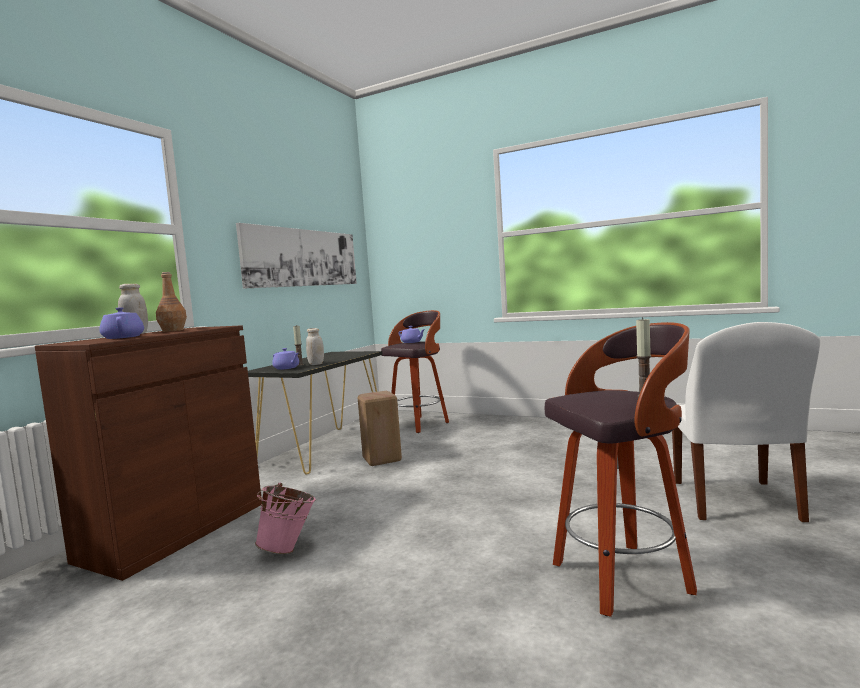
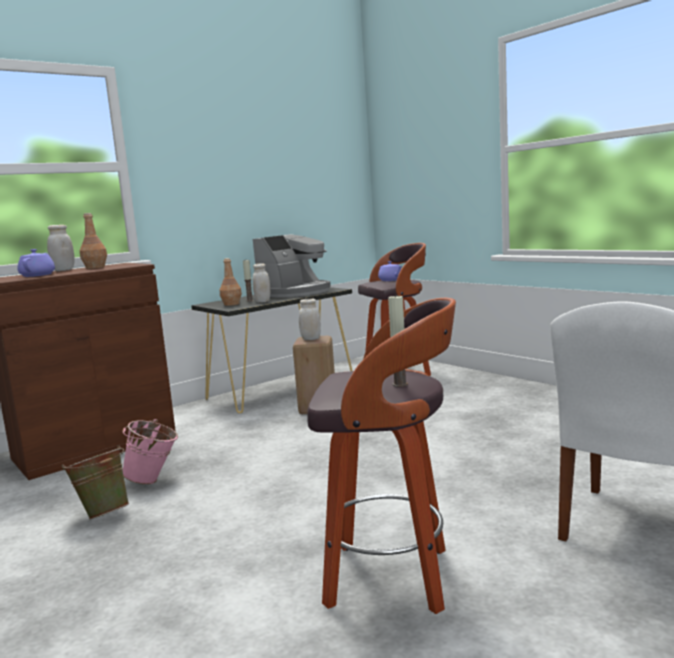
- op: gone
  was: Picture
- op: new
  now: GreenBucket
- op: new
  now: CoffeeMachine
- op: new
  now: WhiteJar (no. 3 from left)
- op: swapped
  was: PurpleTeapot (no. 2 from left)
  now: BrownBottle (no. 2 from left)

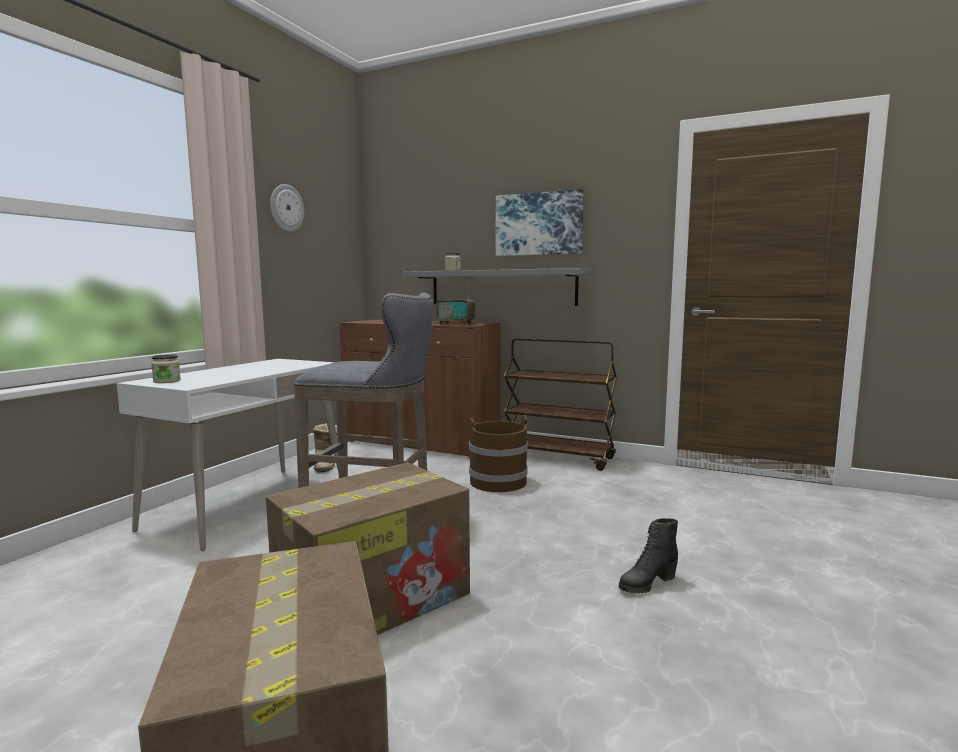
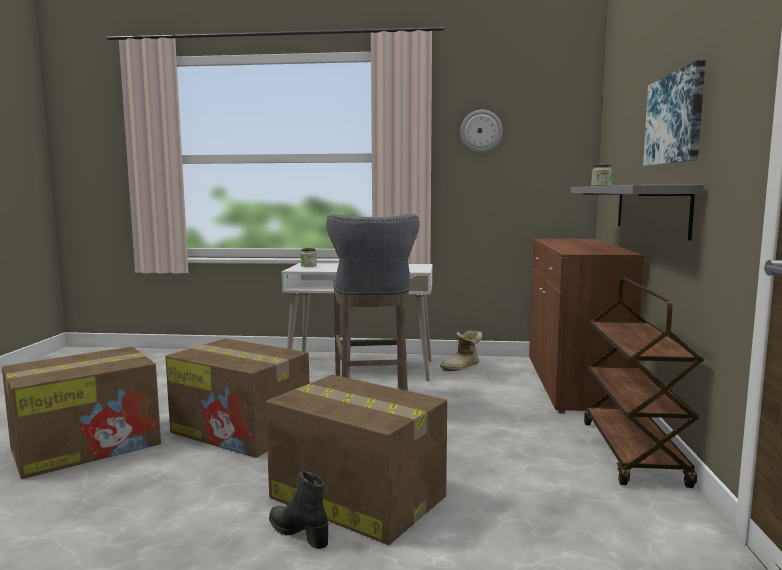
- op: gone
  was: Radio
- op: gone
  was: BrownBucket
- op: new
  now: CardboardBox (no. 3 from left)

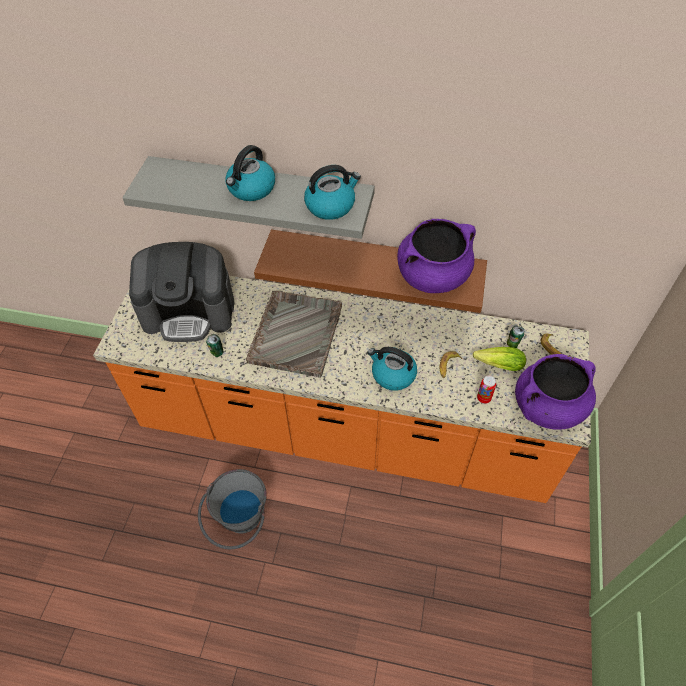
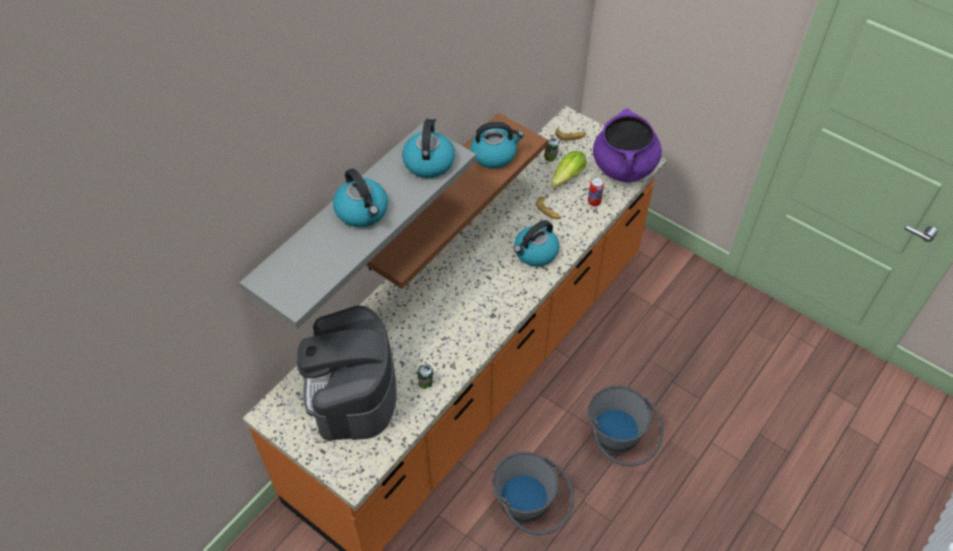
- op: gone
  was: GreyTray
- op: new
  now: GreyBucket (no. 2 from left)
- op: swapped
  was: PurpleCookingPot (no. 1 from left)
  now: Kettle (no. 3 from left)
- op: rotated
  was: CoffeeMachine
  clockwise: 150

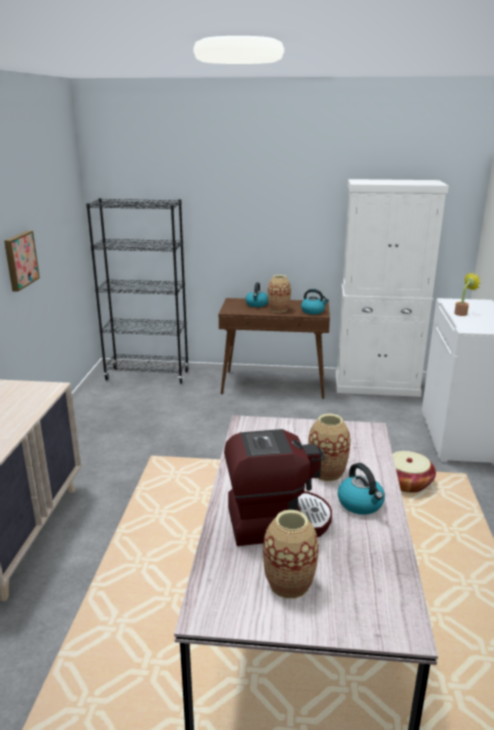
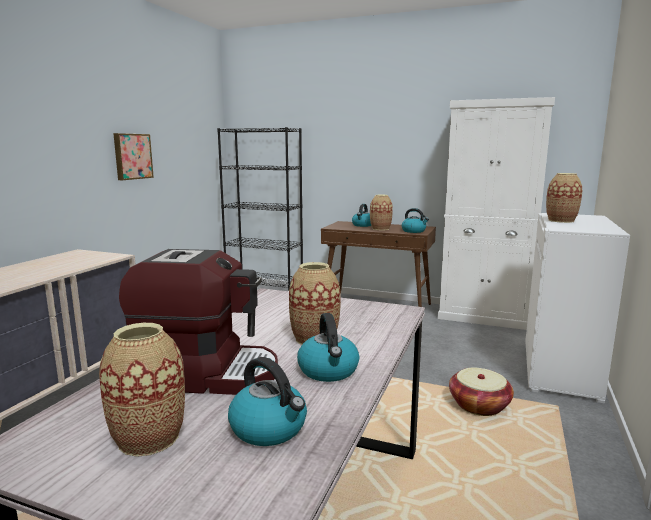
- op: new
  now: Kettle (no. 1 from left)
- op: swapped
  was: PottedPlant
  now: Vase (no. 4 from left)

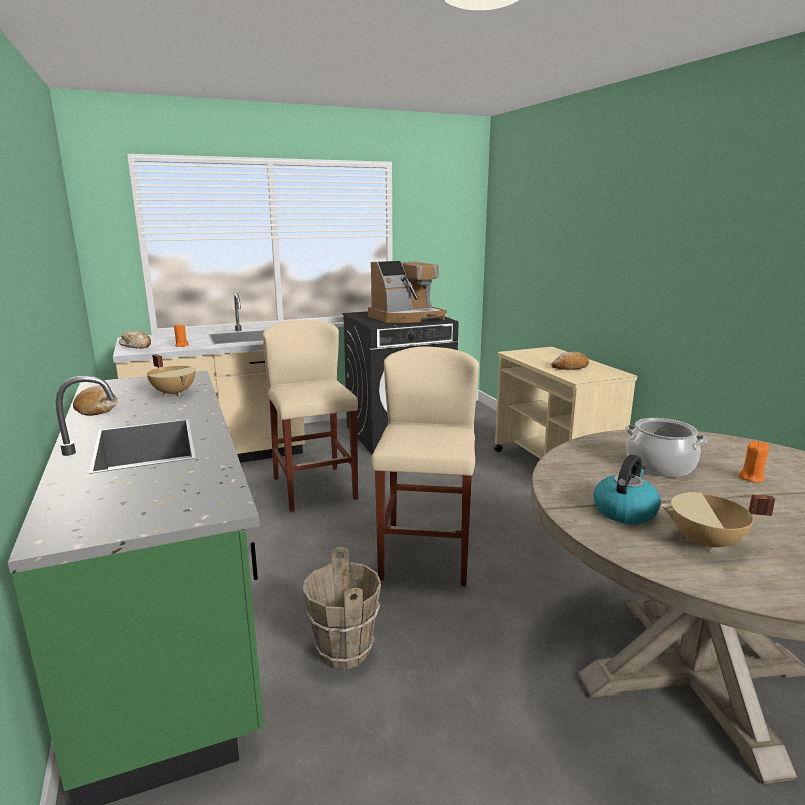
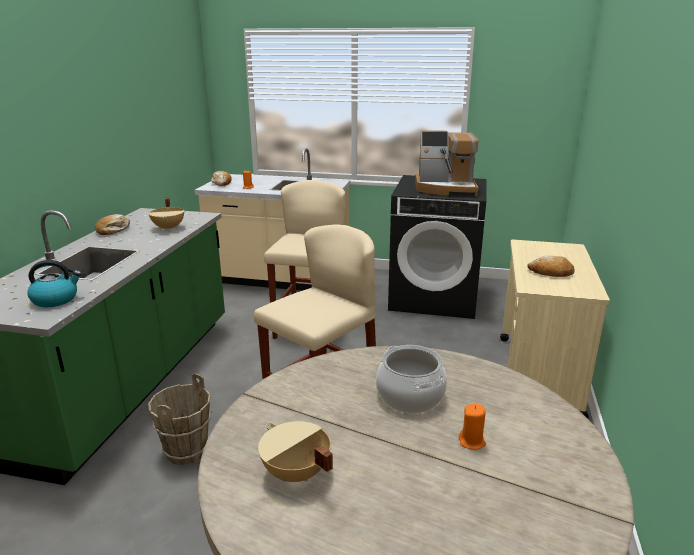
- op: shifted
  was: Kettle

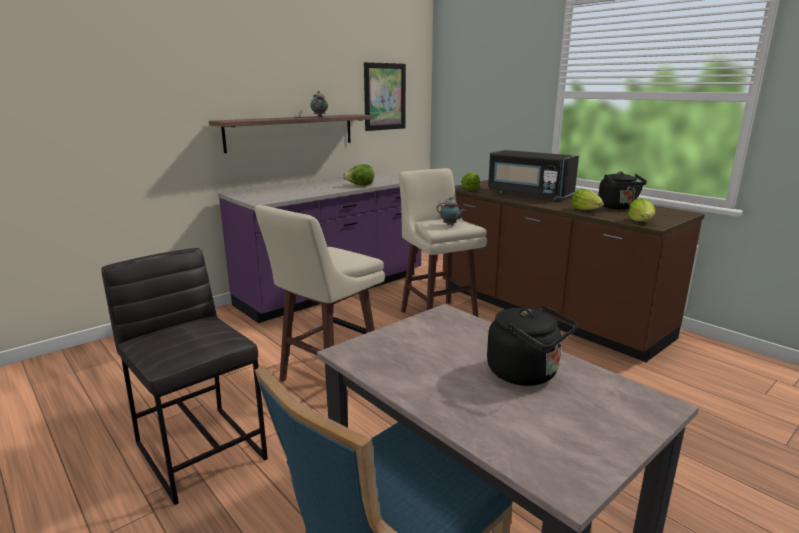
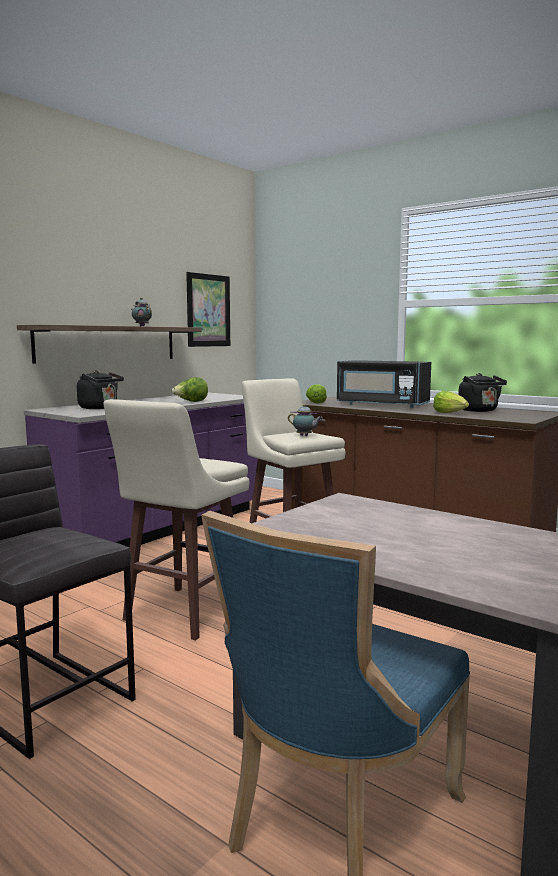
- op: gone
  was: Lettuce (no. 4 from left)
- op: shifted
  was: BlackKettle (no. 1 from left)

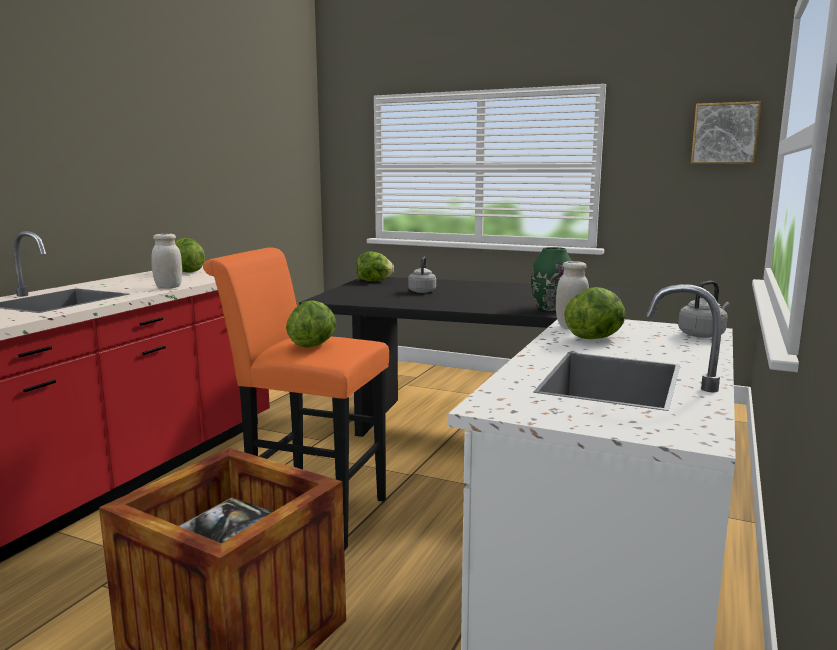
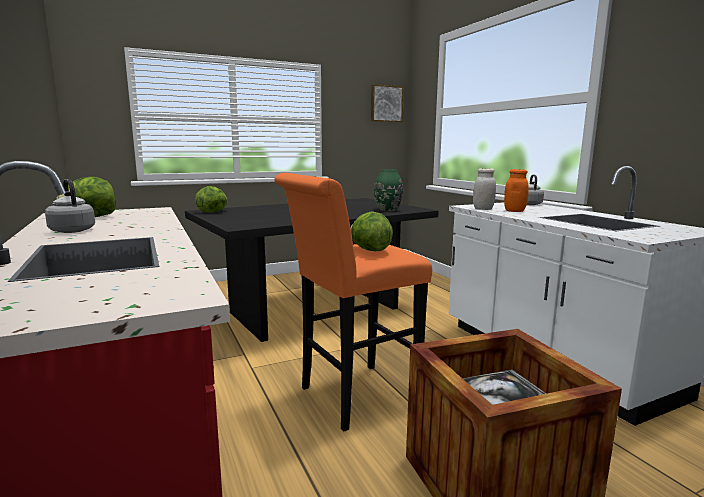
- op: gone
  was: WhiteJar (no. 1 from left)
- op: shifted
  was: GreyKettle (no. 1 from left)
- op: swapped
  was: Lettuce (no. 4 from left)
  now: OrangeJar

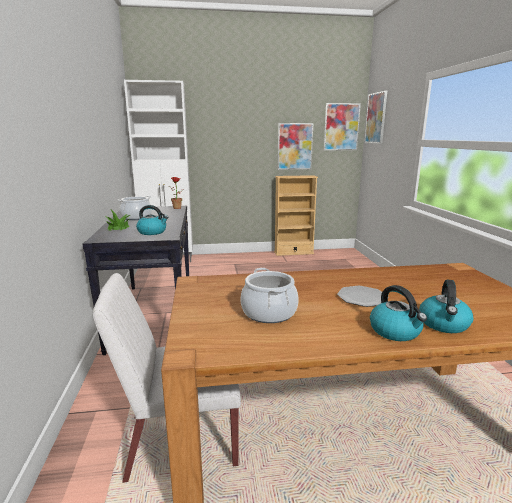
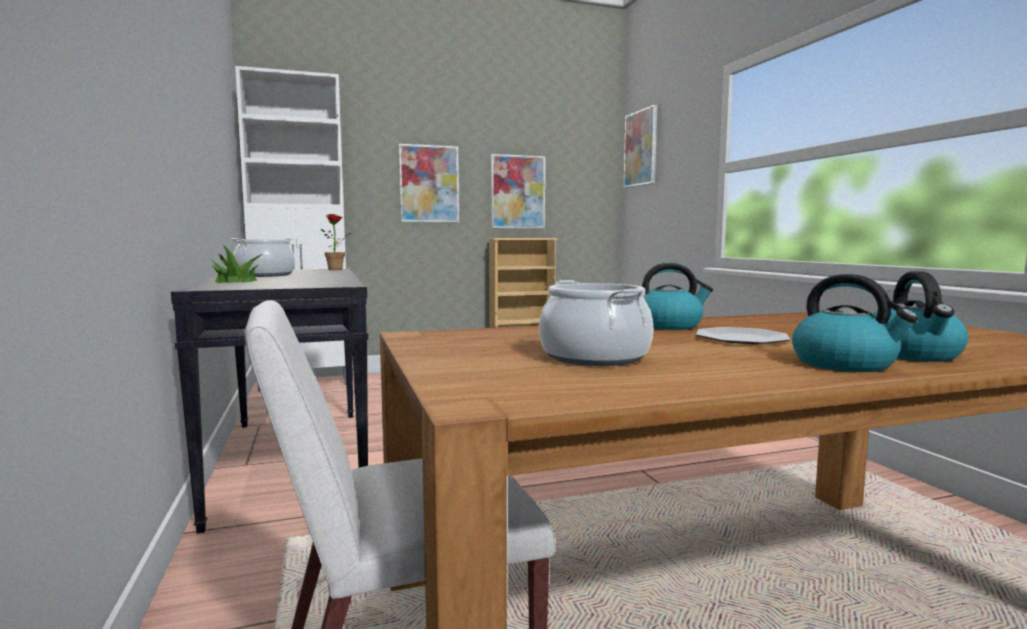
- op: shifted
  was: Kettle (no. 1 from left)
- op: shifted
  was: Picture (no. 2 from left in the first image)
  now: Picture (no. 1 from left)

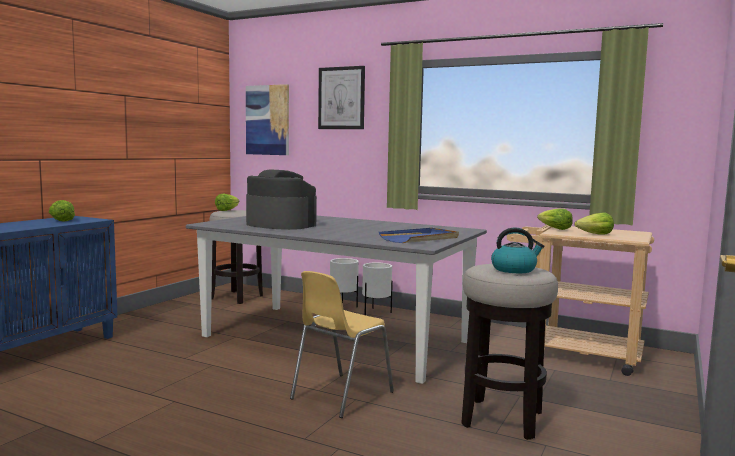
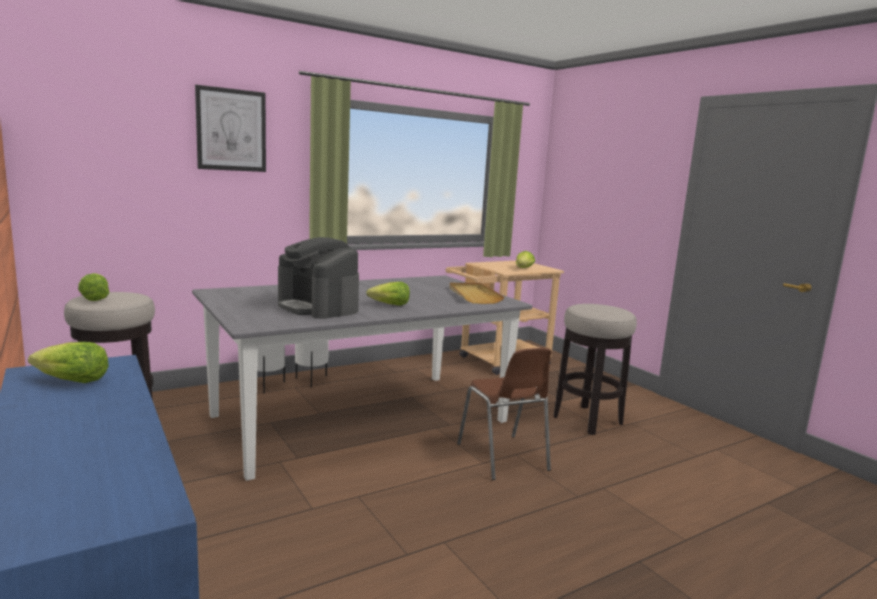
- op: gone
  was: Picture (no. 1 from left)
- op: gone
  was: Kettle
- op: shifted
  was: Lettuce (no. 3 from left)
- op: repainted
  was: YellowChair
  now: BrownChair
- op: repainted
  was: BlueTray
  now: BeigeTray
- op: rotated
  was: CoffeeMachine
  clockwise: -105

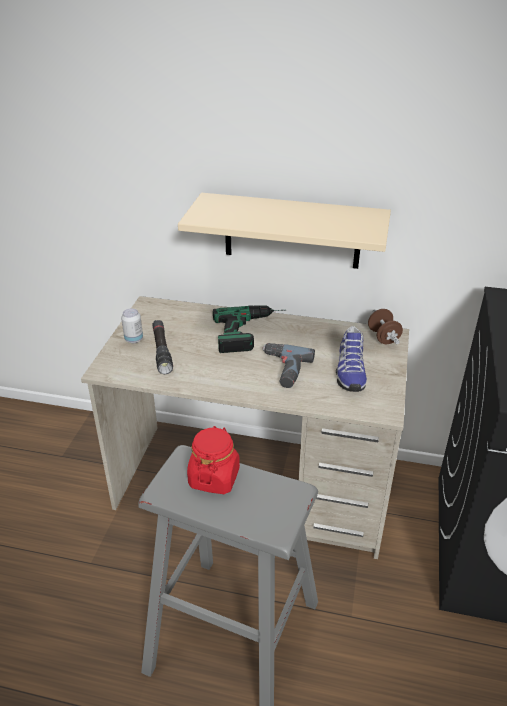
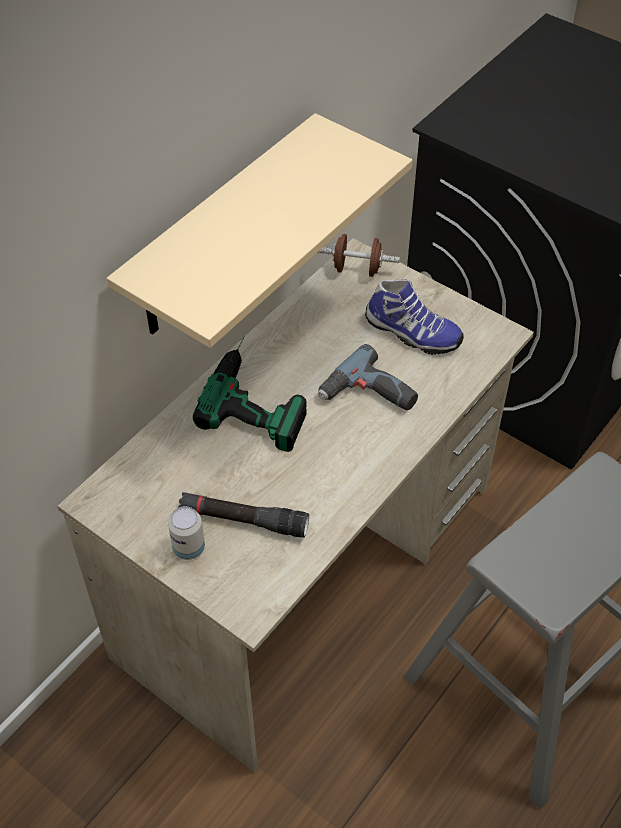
- op: gone
  was: RedJar

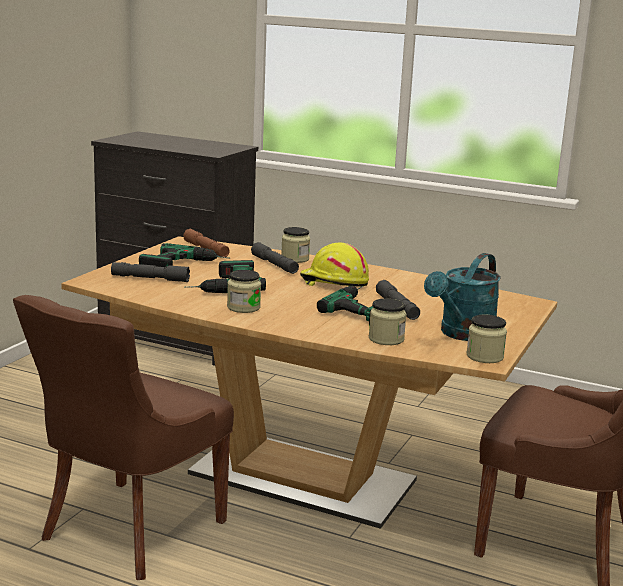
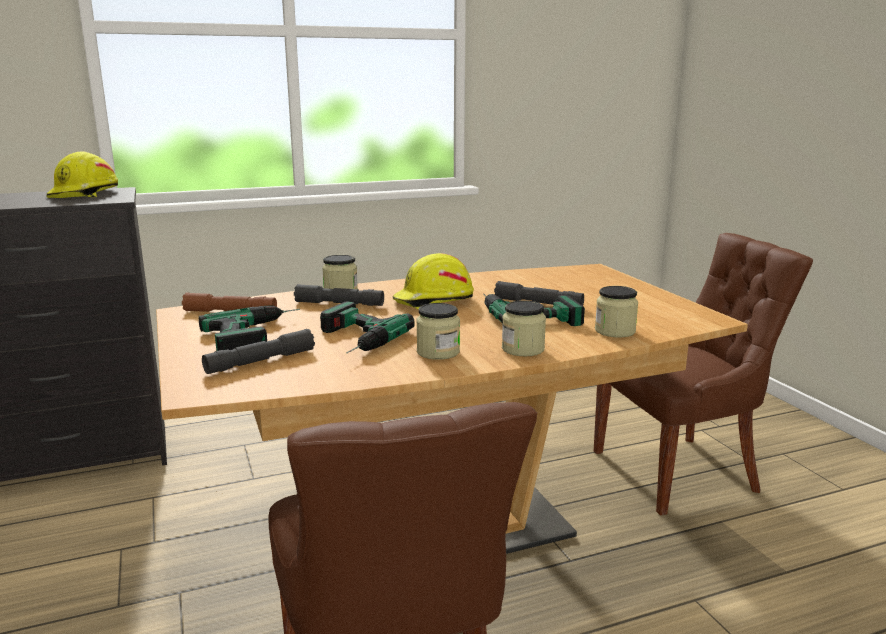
- op: gone
  was: TurquoiseWateringCan
- op: new
  now: YellowHardHat (no. 1 from left)
- op: shifted
  was: Jar (no. 4 from left in the first image)
  now: Jar (no. 3 from left)

